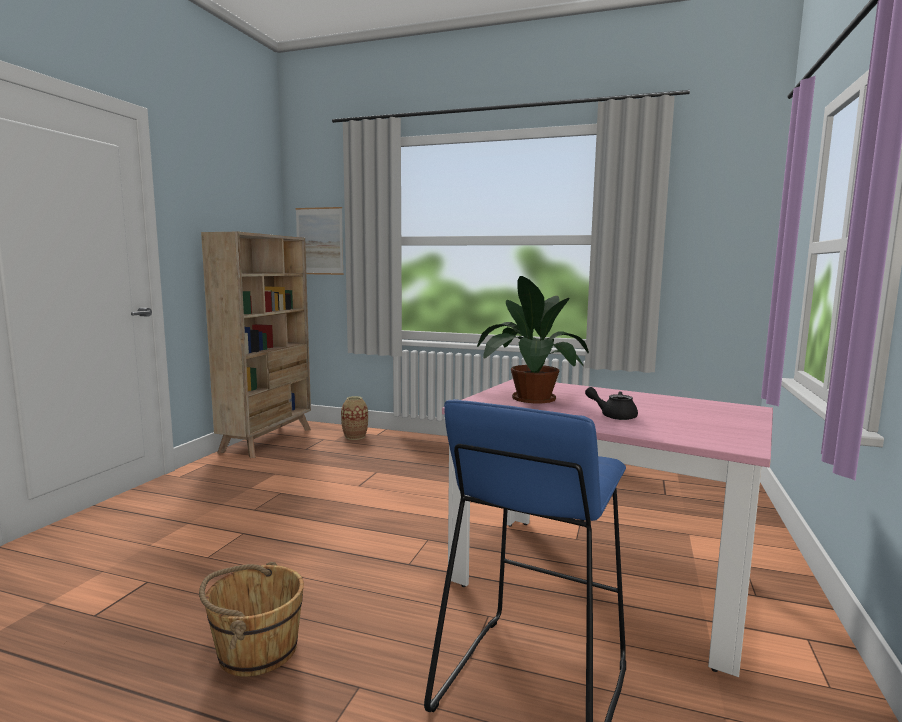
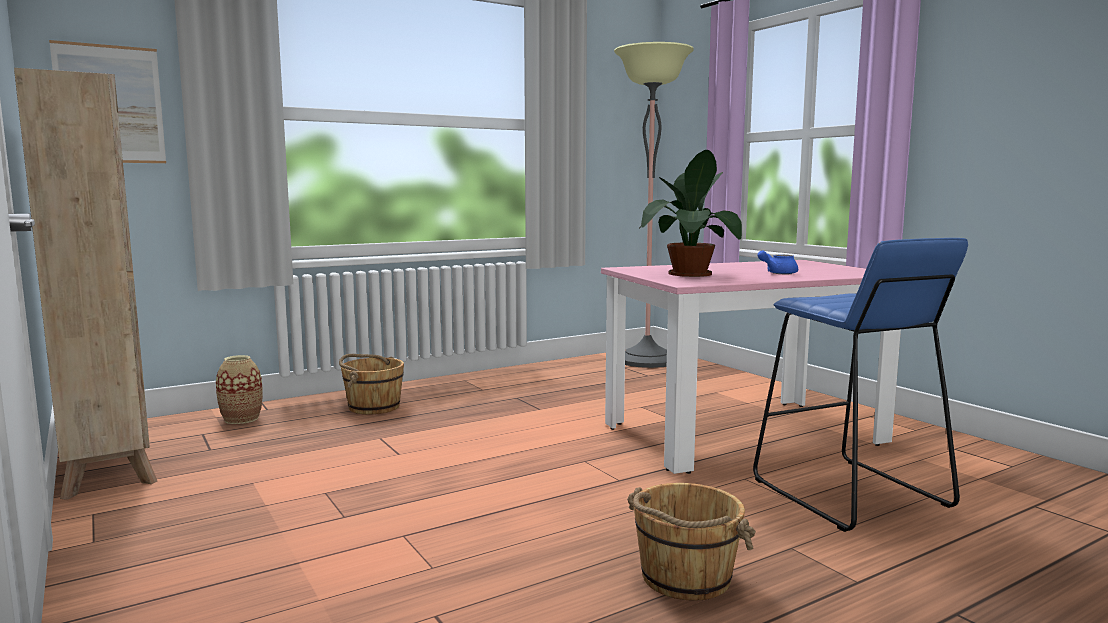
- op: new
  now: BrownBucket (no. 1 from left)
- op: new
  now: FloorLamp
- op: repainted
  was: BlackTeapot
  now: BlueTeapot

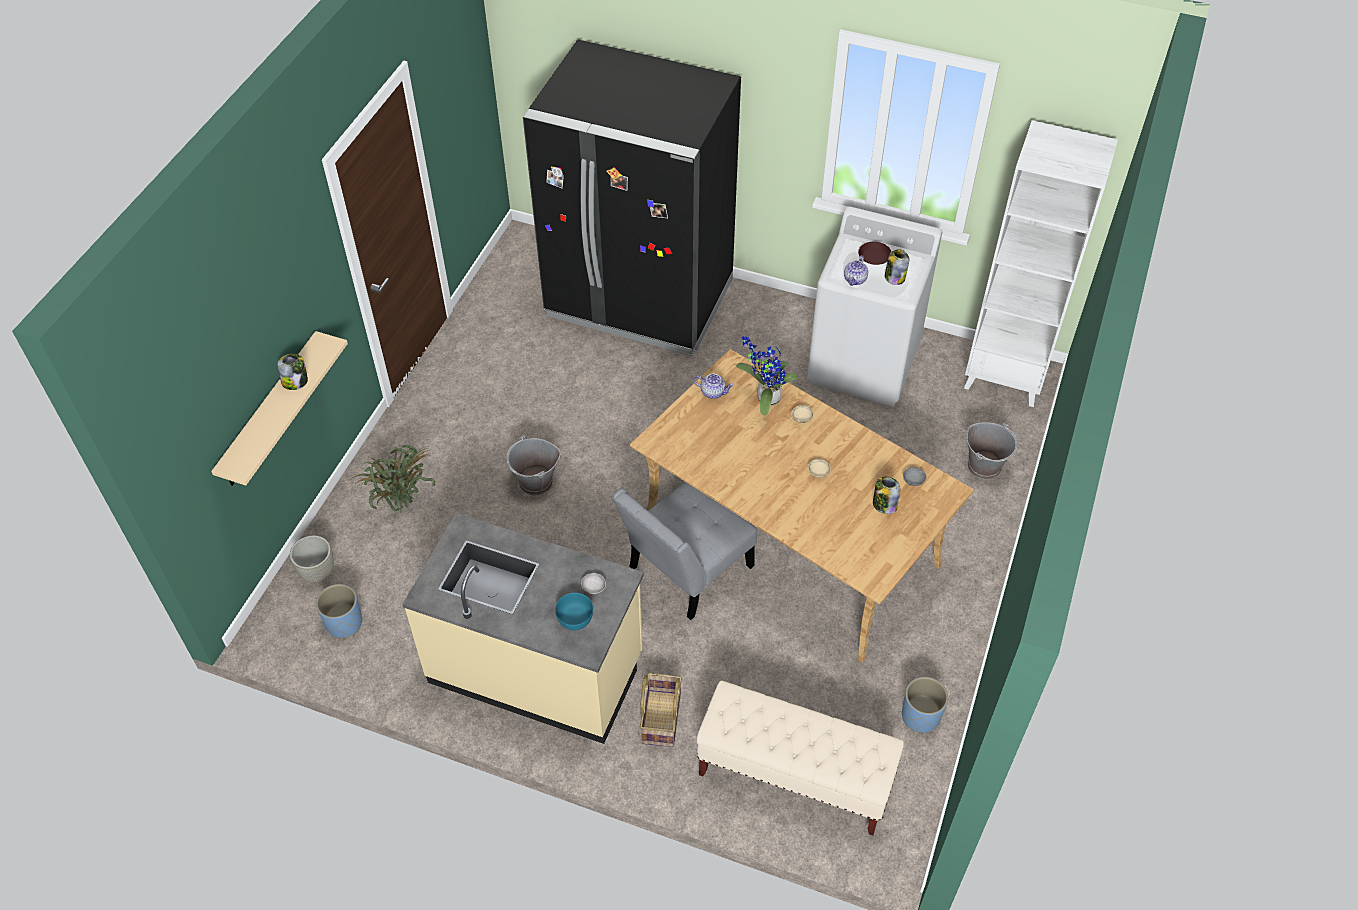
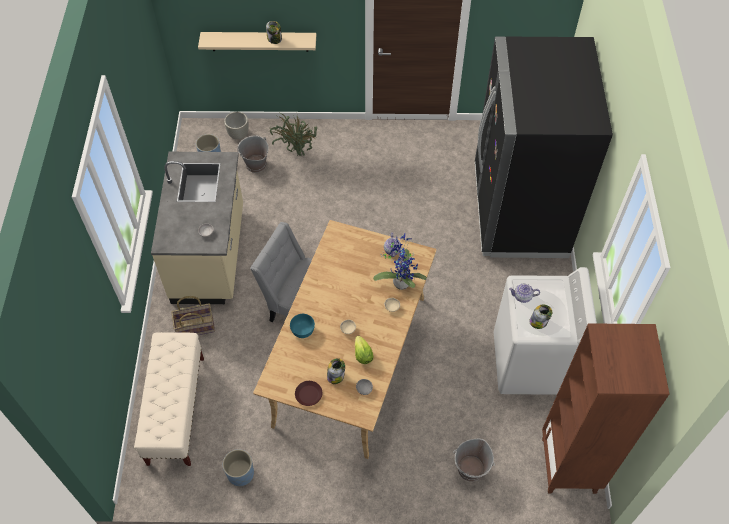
- op: new
  now: Lettuce
- op: shifted
  was: GreyBucket (no. 1 from left)
- op: shifted
  was: TurquoiseBowl
- op: shifted
  was: BrownPlate
- op: repainted
  was: WhiteBookcase
  now: BrownBookcase

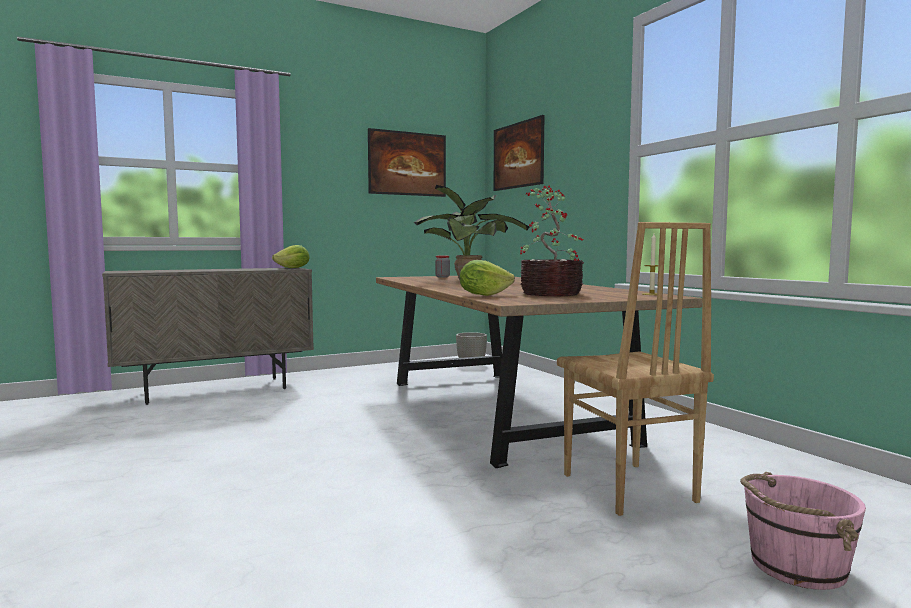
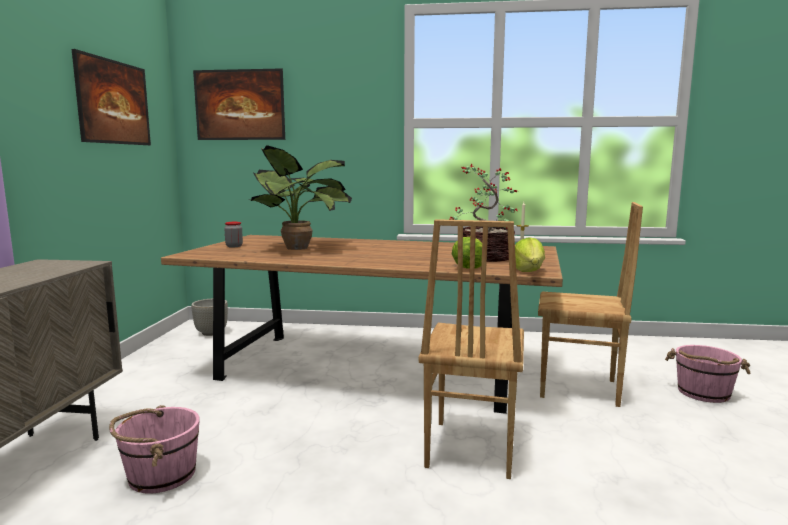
- op: new
  now: PinkBucket (no. 1 from left)
- op: new
  now: BrownChair (no. 1 from left)
- op: shifted
  was: Lettuce (no. 1 from left in the first image)
  now: Lettuce (no. 2 from left)

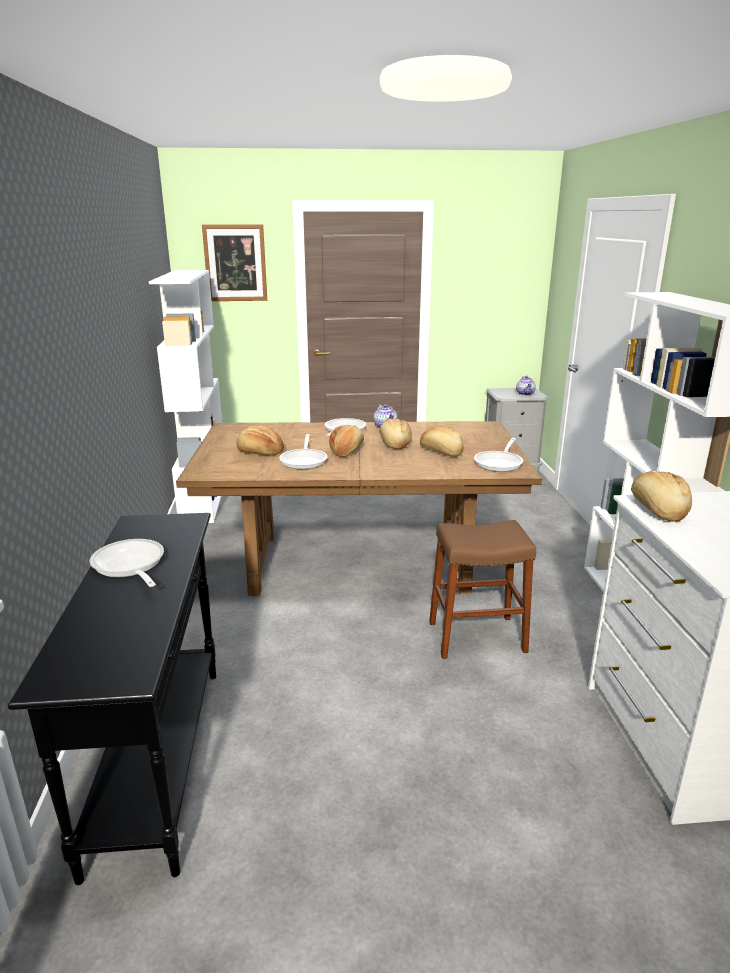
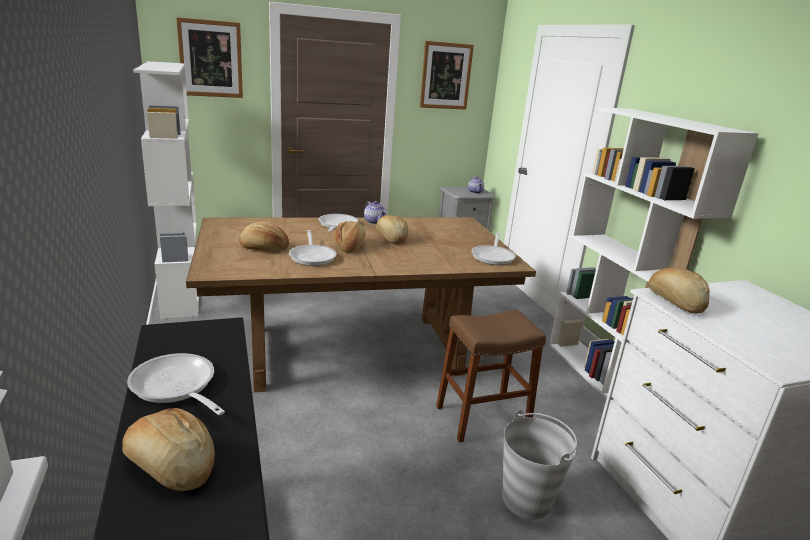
- op: new
  now: Picture (no. 2 from left)
- op: new
  now: GreyBucket
- op: shifted
  was: Bread (no. 4 from left in the first image)
  now: Bread (no. 1 from left)

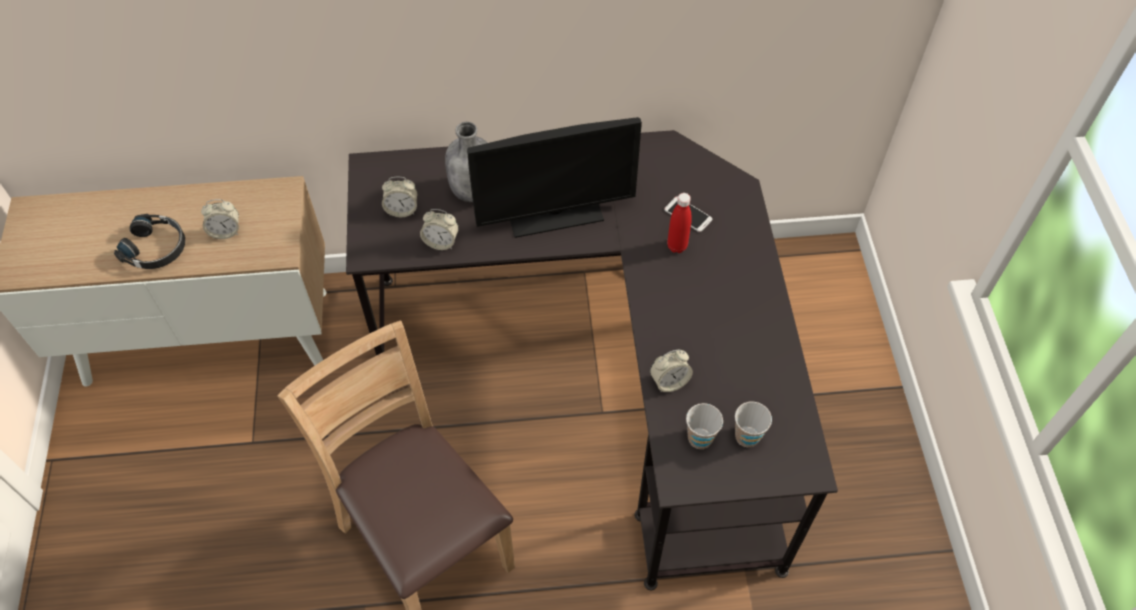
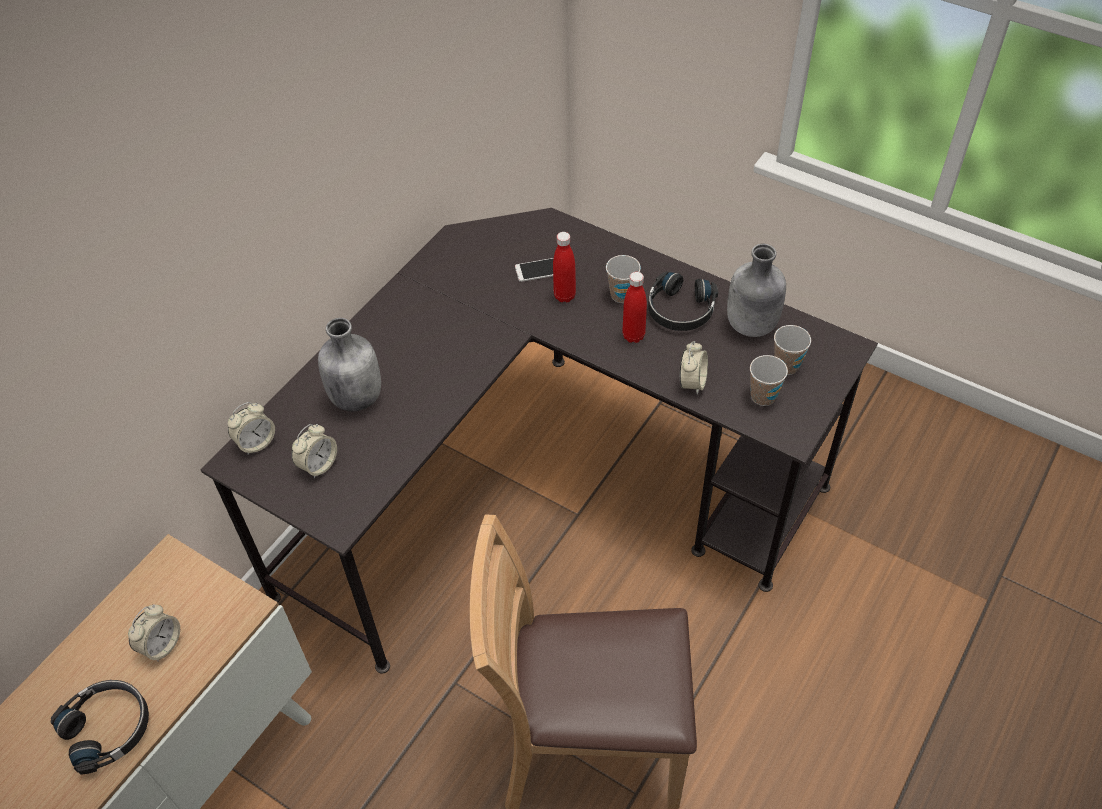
- op: gone
  was: Monitor
- op: new
  now: Cup (no. 1 from left)
- op: new
  now: RedBottle (no. 2 from left)
- op: new
  now: BlackHeadphones (no. 2 from left)
- op: new
  now: GreyBottle (no. 2 from left)
- op: shifted
  was: AlarmClock (no. 3 from left in the first image)
  now: AlarmClock (no. 2 from left)

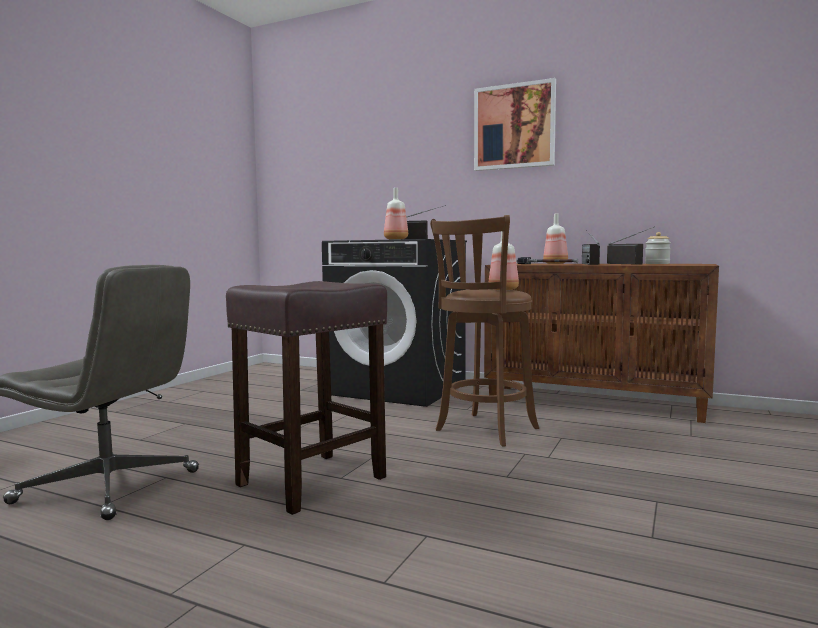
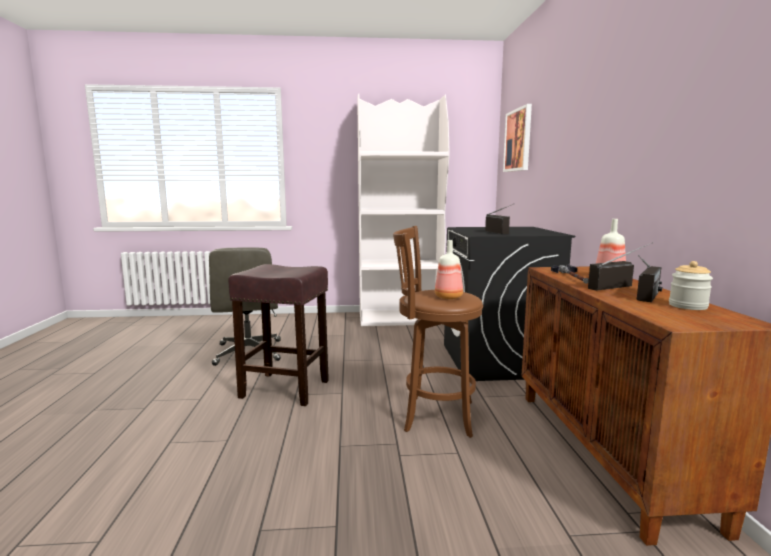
- op: gone
  was: Bottle (no. 1 from left)
- op: new
  now: WhiteBookcase
- op: shifted
  was: Picture

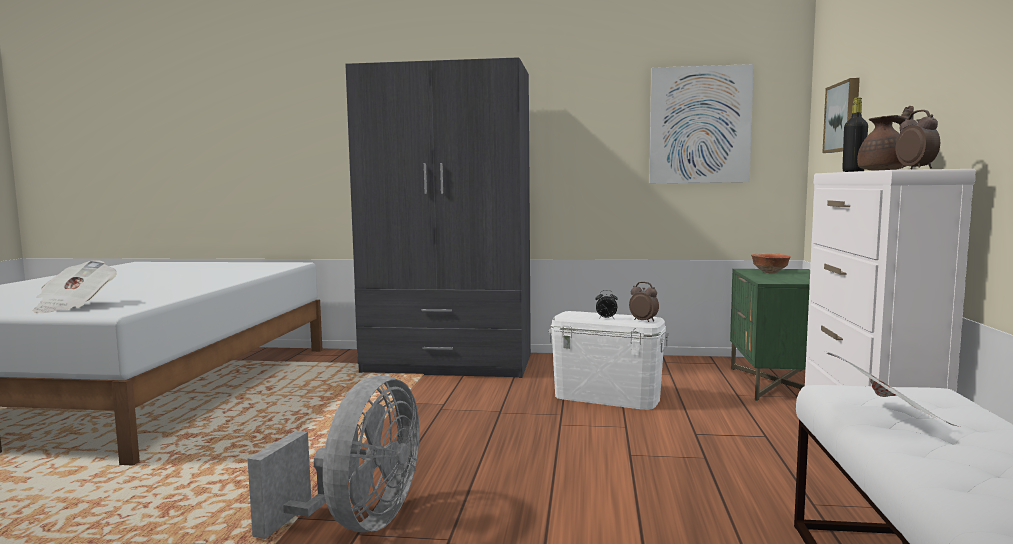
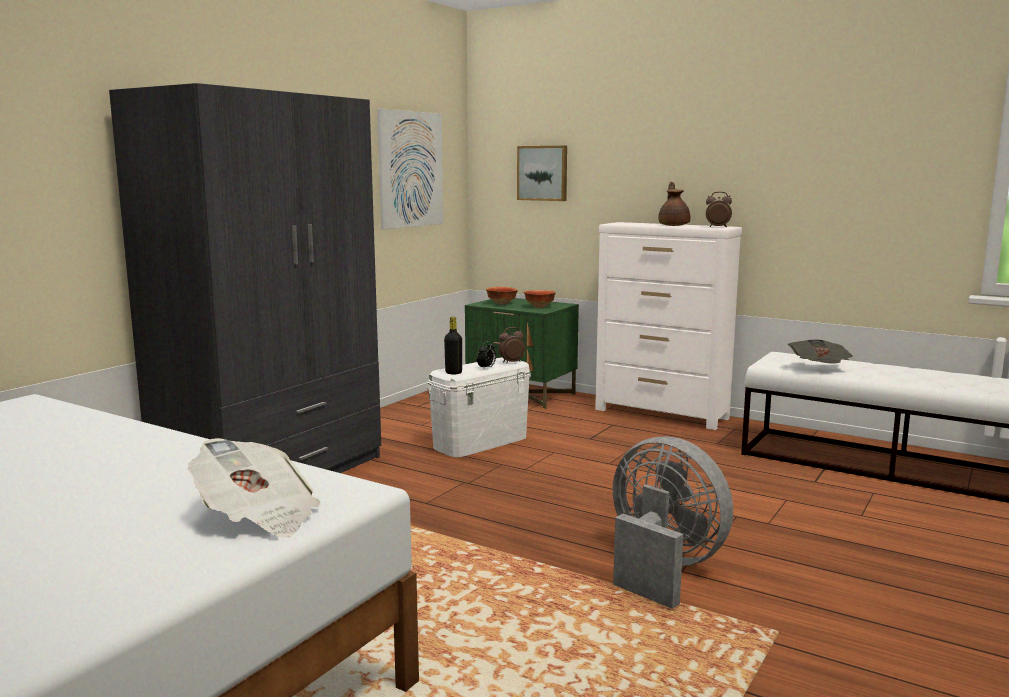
- op: new
  now: Bowl (no. 2 from left)
- op: shifted
  was: BlackBottle

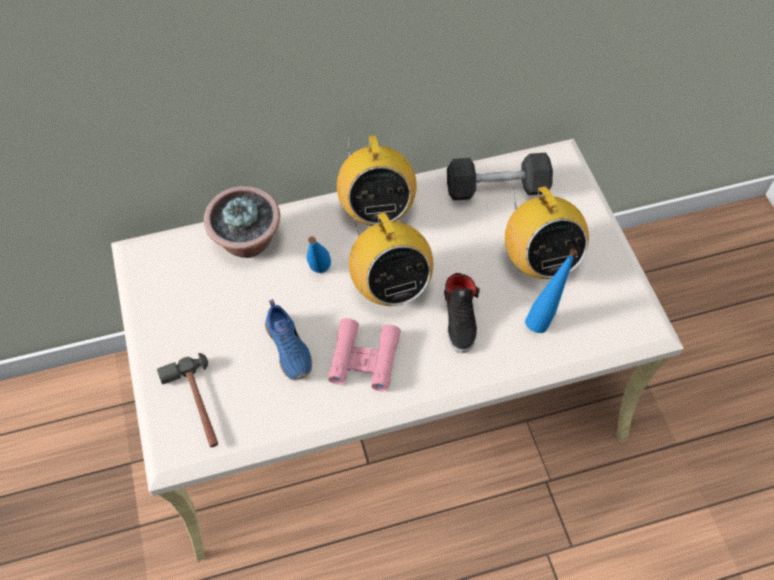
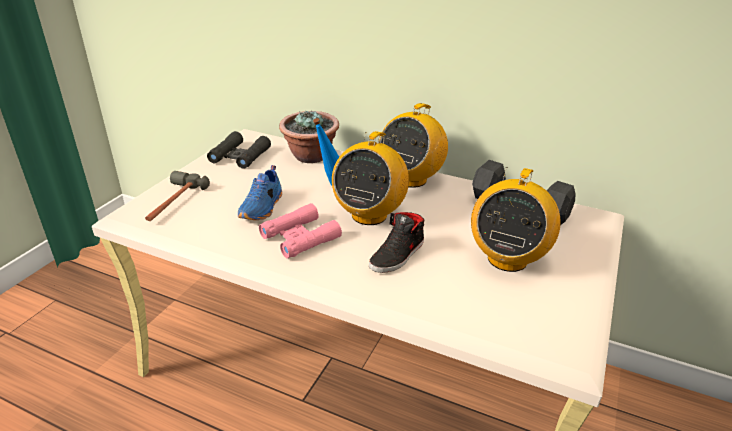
- op: gone
  was: BlueBottle (no. 2 from left)
- op: new
  now: BlackBinoculars

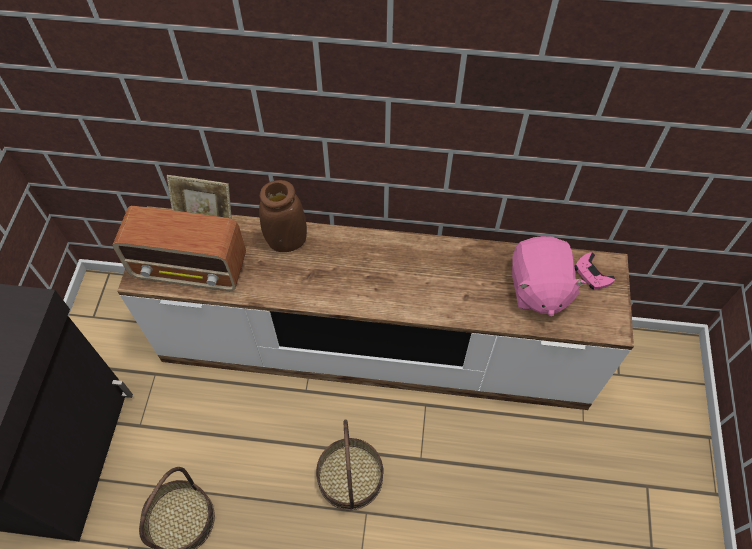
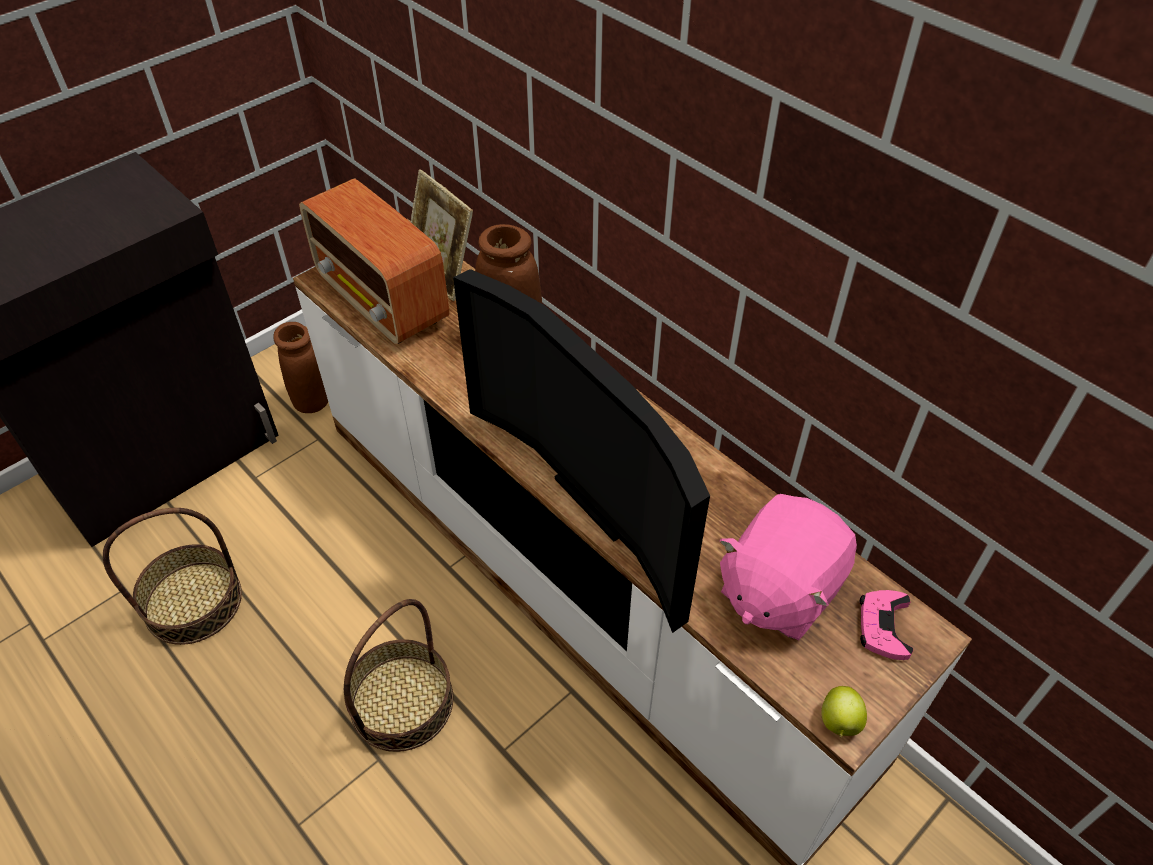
- op: new
  now: BrownVase (no. 1 from left)
- op: new
  now: Television
- op: new
  now: Apple

